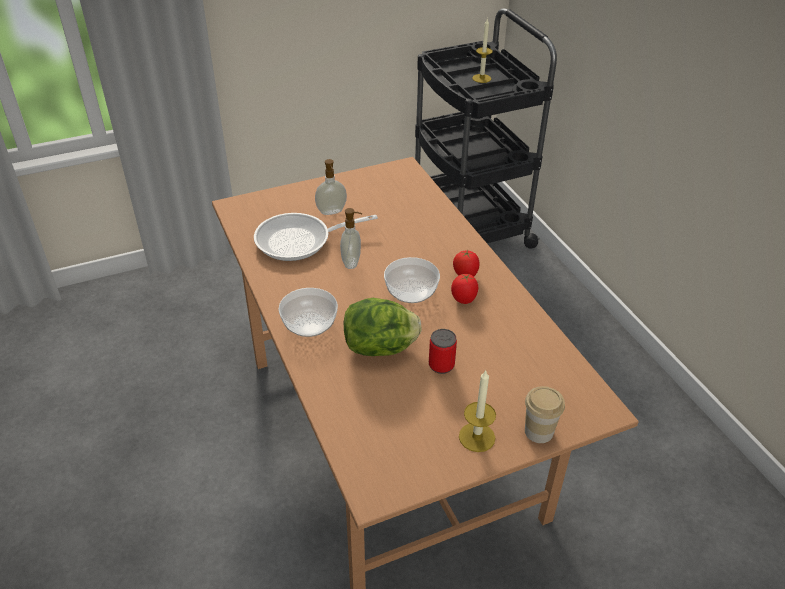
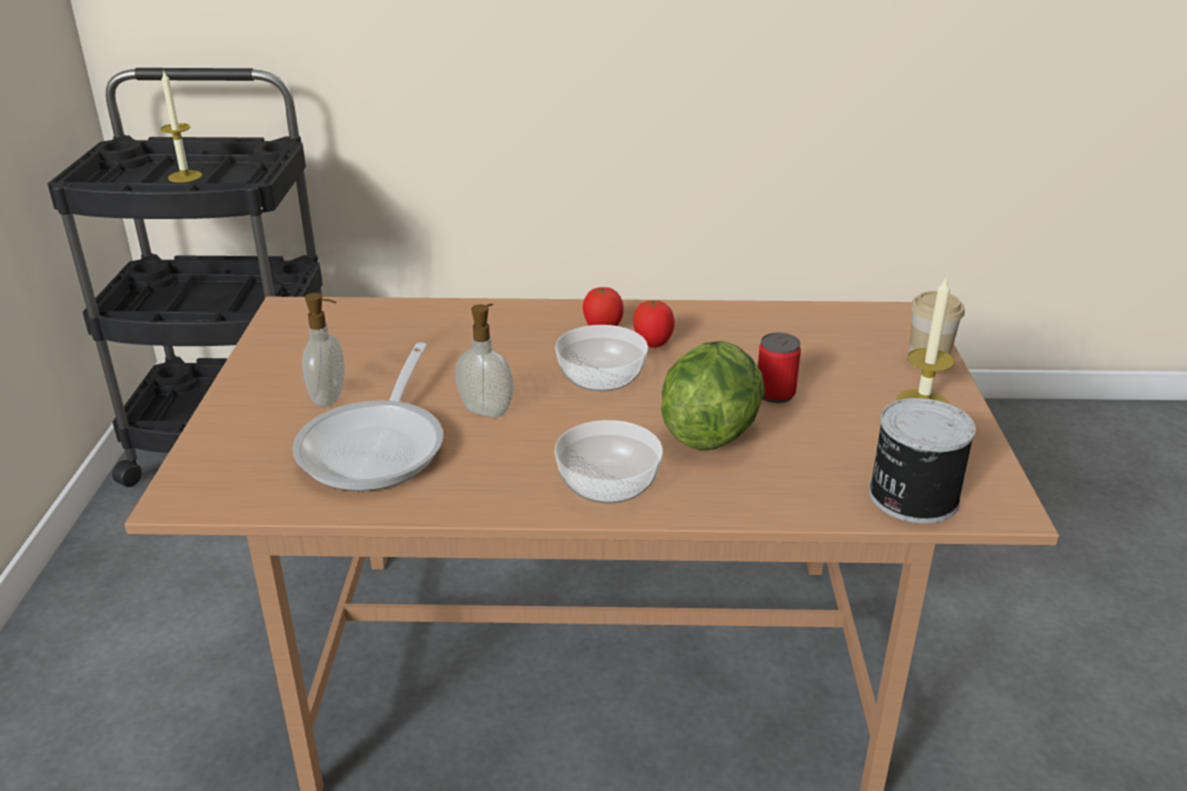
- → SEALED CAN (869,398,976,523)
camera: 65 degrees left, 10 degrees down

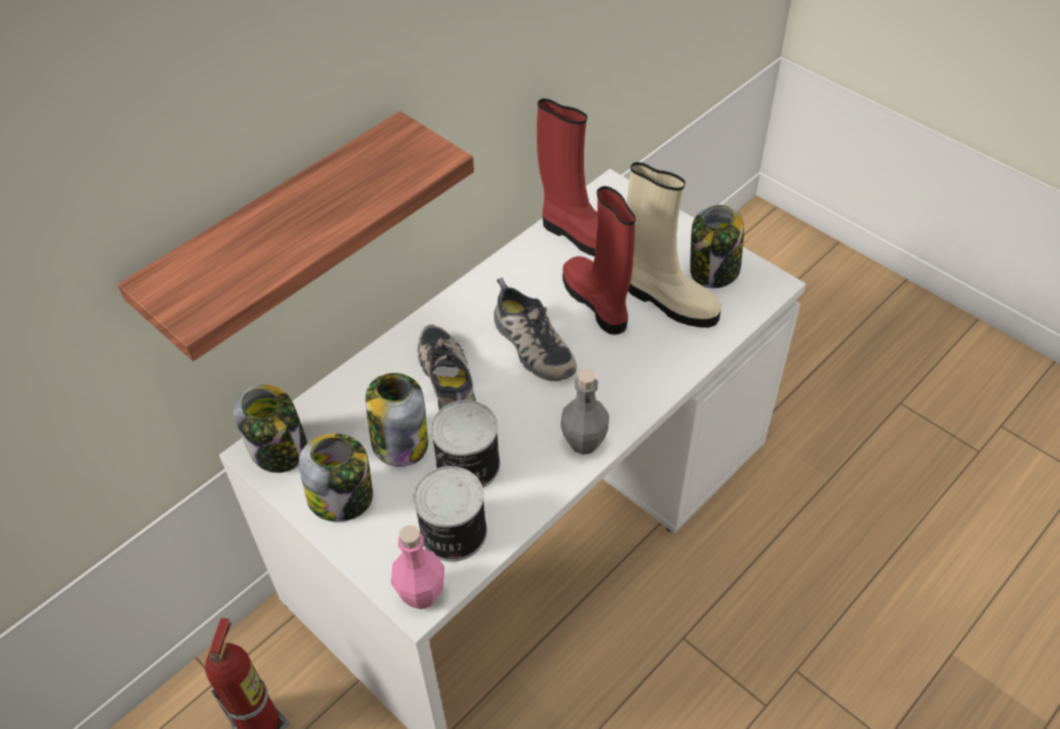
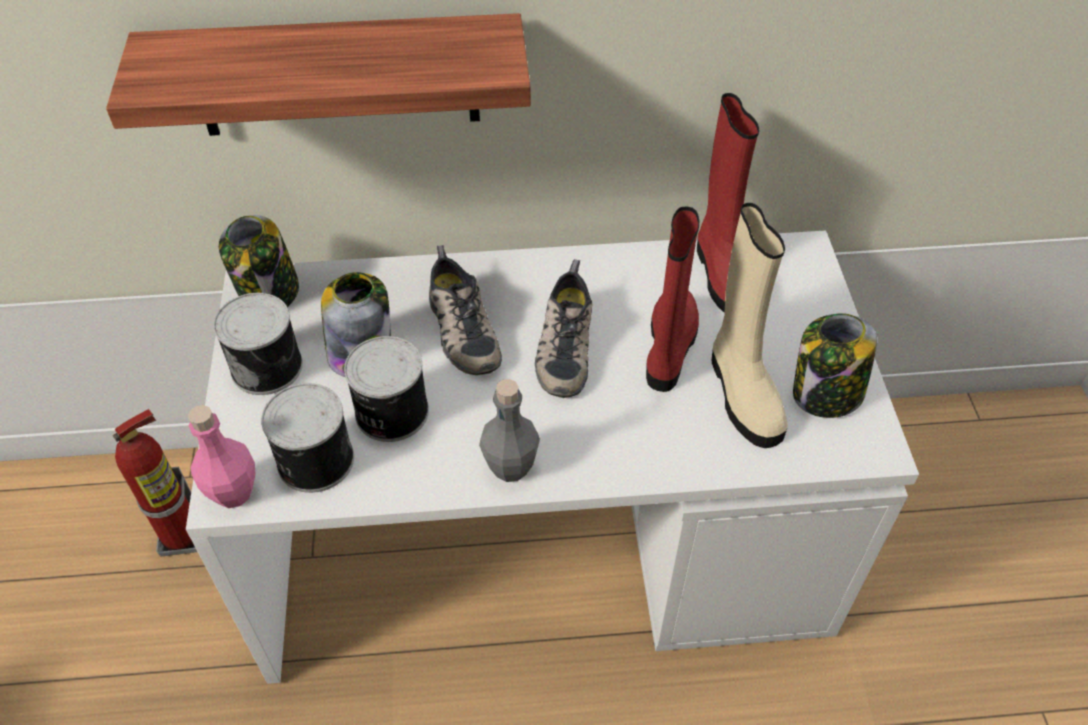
STORAGE JAR (299,434,373,522) → SEALED CAN (213,293,303,395)
ITEM OF FOOTWEAR (418,325,476,410) → ITEM OF FOOTWEAR (429,245,502,375), 135 degrees clockwise
camera: 40 degrees right, 0 degrees up

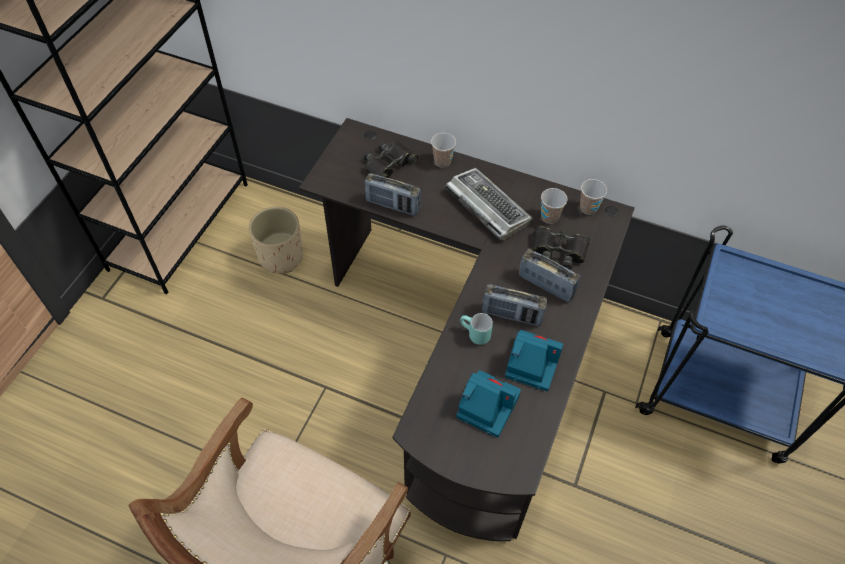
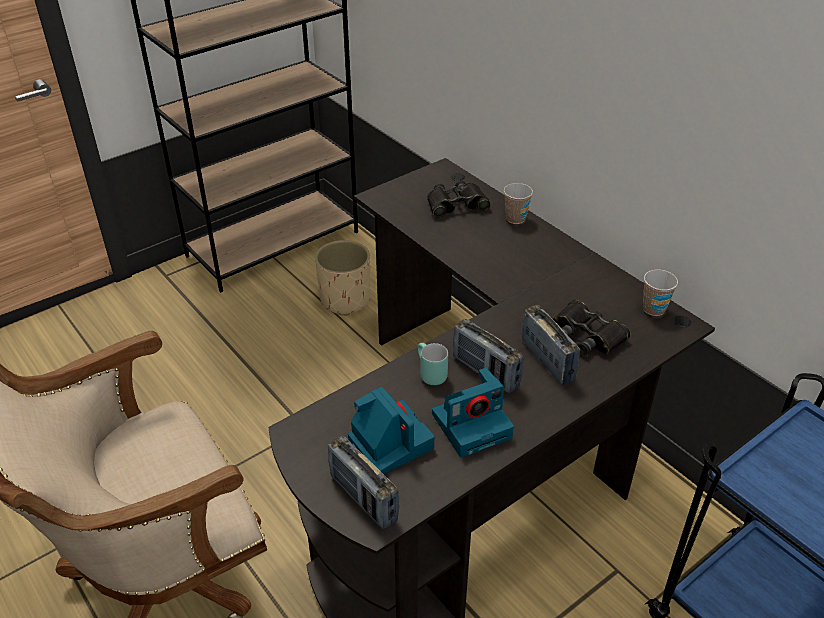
RADIO RECEIVER (365,173,421,216) → RADIO RECEIVER (328,436,399,529), shifted
PC KEYBOARD (445,168,533,241) → -
PHOTO CAMERA (505,330,563,391) → PHOTO CAMERA (432,368,514,457), 105 degrees clockwise
SMALL CUP (541,188,568,224) → -
camera: 30 degrees right, 15 degrees down

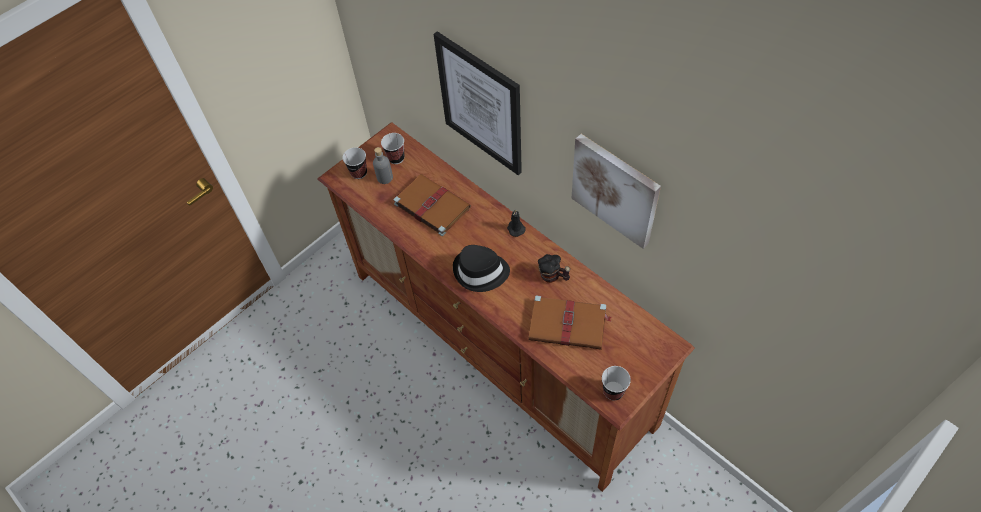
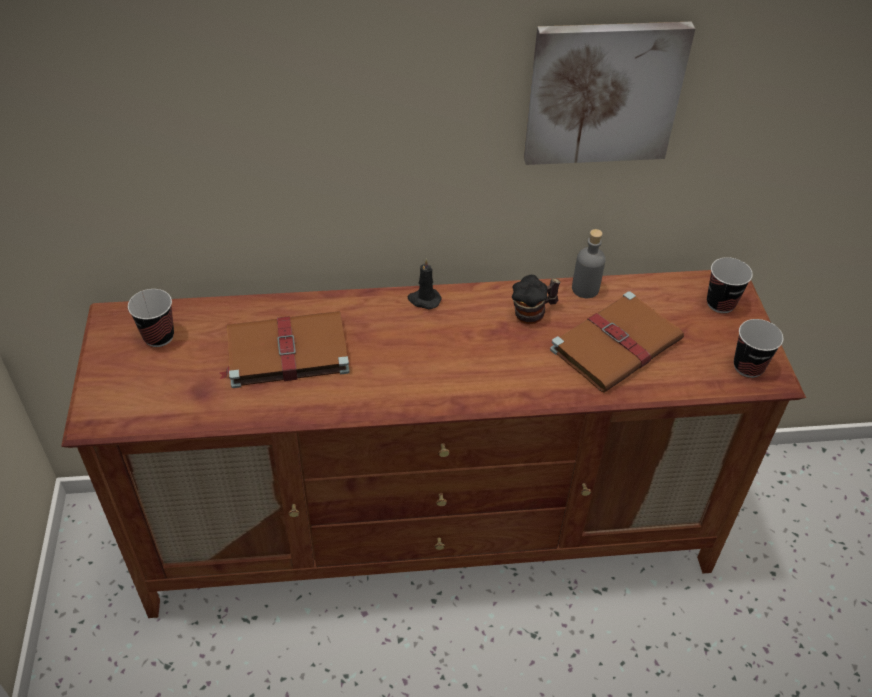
SMALL CUP (342,147,367,179) → SMALL CUP (707,257,753,313), shifted
GREYISH BOTTLE (373,147,393,184) → GREYISH BOTTLE (572,229,606,298), shifted
WALL ART (434,31,522,175) → -
BLACKISH CLOTHING HAT (453,245,510,292) → -
camera: 55 degrees left, 10 degrees down

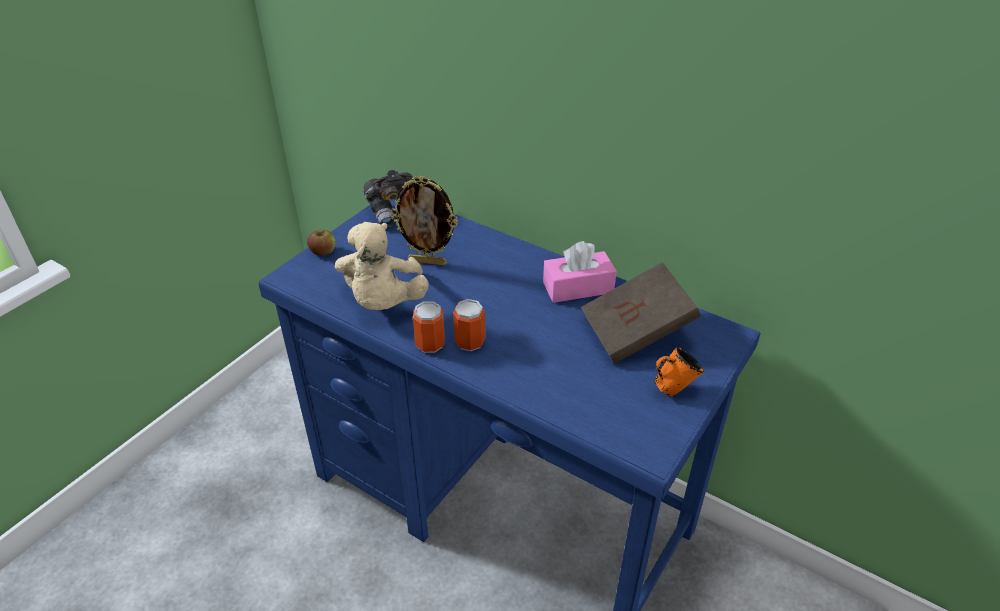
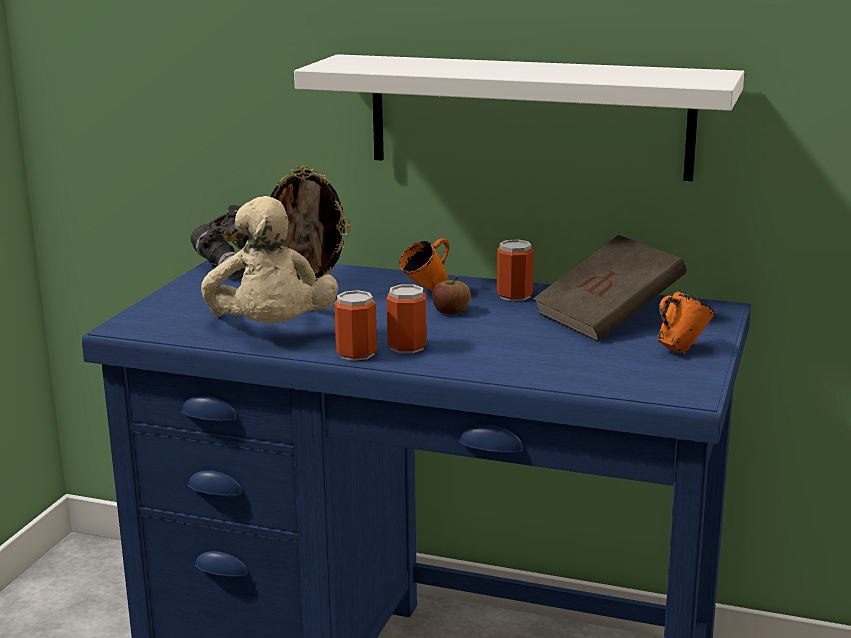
APPLE (307,230,336,256) → APPLE (432,277,471,315), shifted
PINK BOX OF TISSUES (543,241,617,303) → SEALED CAN (497,239,534,301)
- → WHITISH WALL SHELF (294,54,744,181)
- → ORANGE-COLOURED MUG (399,238,450,292)
camera: 15 degrees left, 20 degrees down

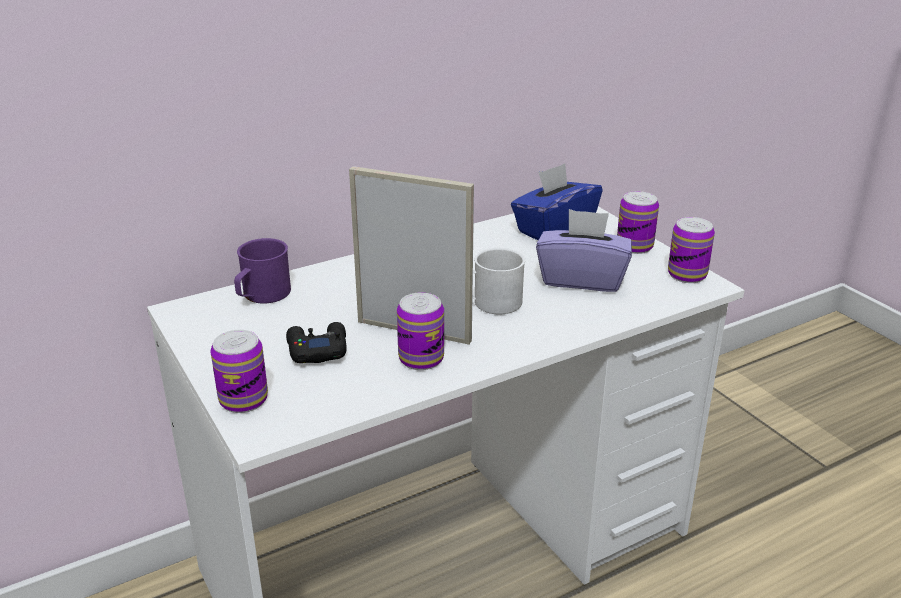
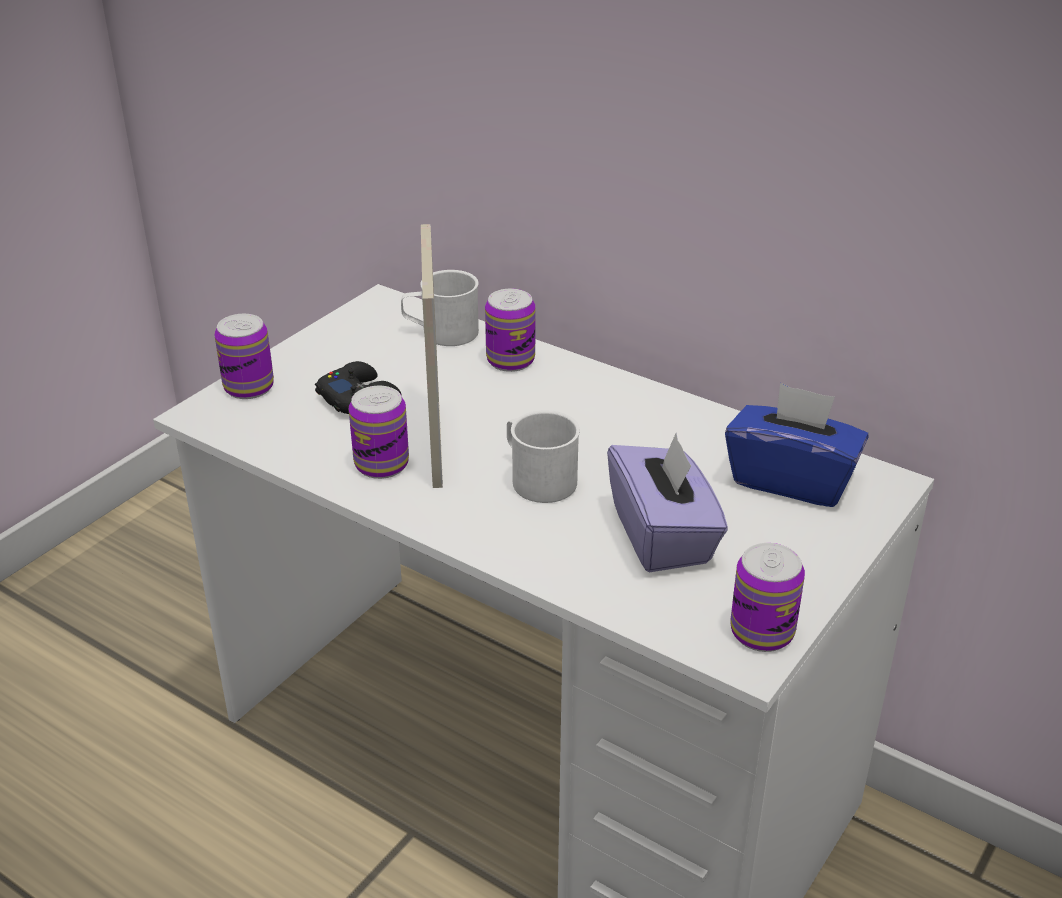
PURPLISH MUG (234,238,291,303) → WHITISH MUG (401,270,479,346)
SEALED CAN (617,191,659,254) → SEALED CAN (485,289,535,372), shifted
camera: 65 degrees right, 5 degrees up

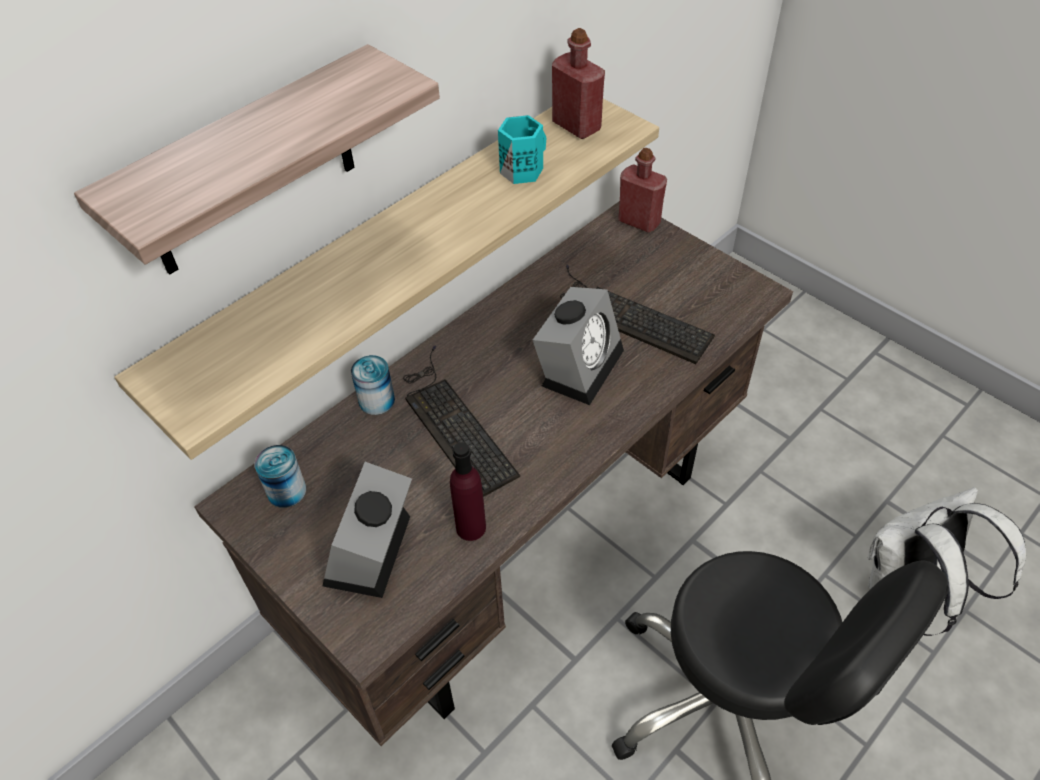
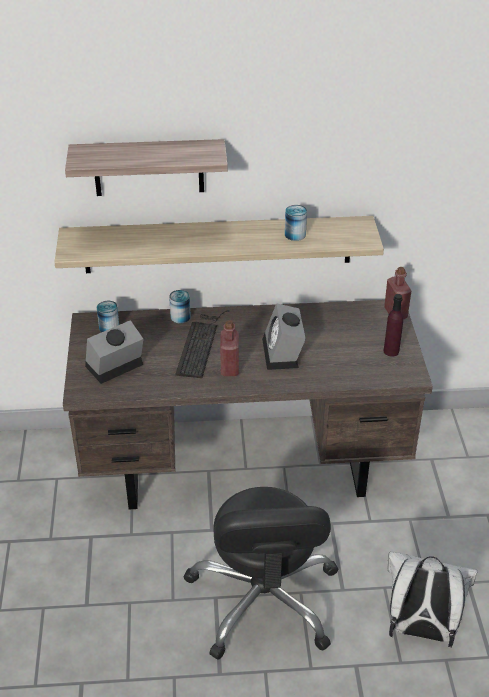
PURPLISH BOTTLE (450,442,486,541) → PURPLISH BOTTLE (384,294,403,357), shifted
TURQUOISE-COLOURED MUG (498,115,547,184) → SEALED CAN (285,205,307,241)
TABLE CLOCK (533,287,624,405) → TABLE CLOCK (262,303,306,370), 105 degrees clockwise
REDDISH BOTTLE (552,28,605,139) → REDDISH BOTTLE (220,321,239,376), shifted
PC KEYBOARD (560,265,715,364) → -
camera: 40 degrees right, 10 degrees down

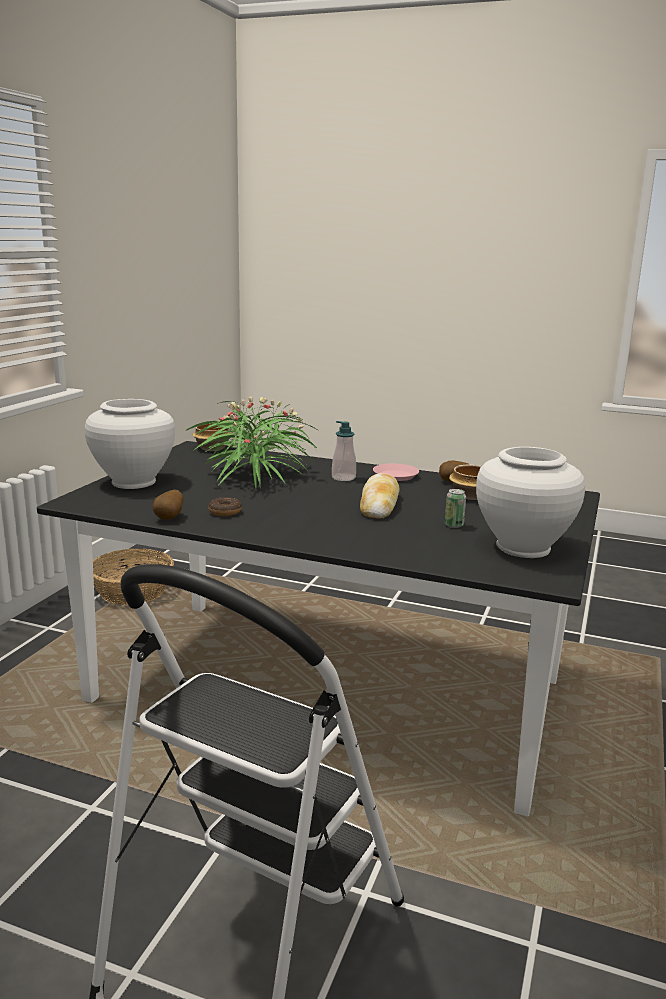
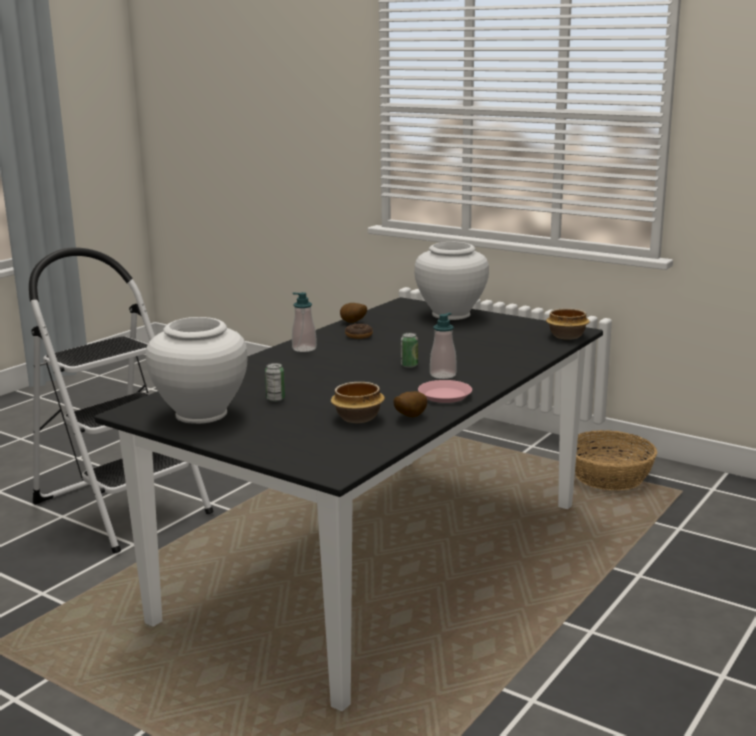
POTTED PLANT (185,396,318,489) → -
BREAD (360,473,399,519) → -
- → LIQUID SOAP BOTTLE (292,292,317,352)
- → SEALED CAN (401,333,418,368)
camera: 105 degrees right, 0 degrees up

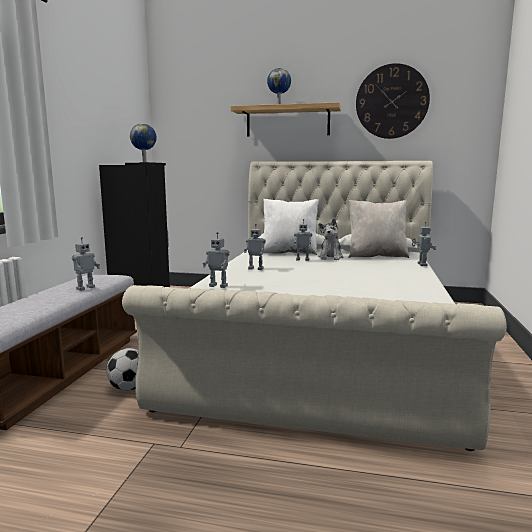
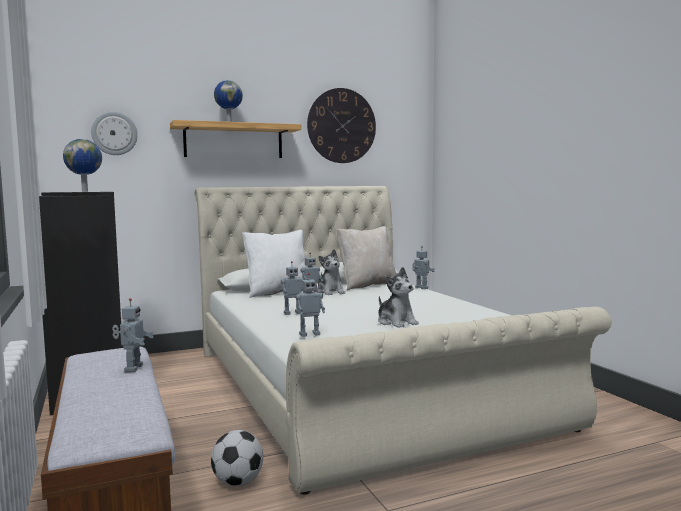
- → HANGING CLOCK (91,111,138,155)
- → CUDDLY TOY (378,267,419,328)
camera: 35 degrees left, 5 degrees down

